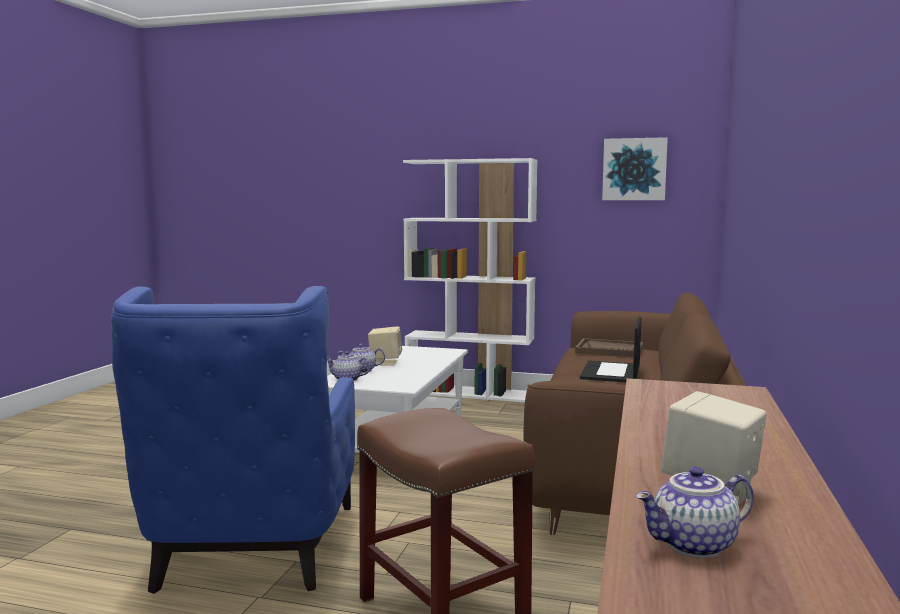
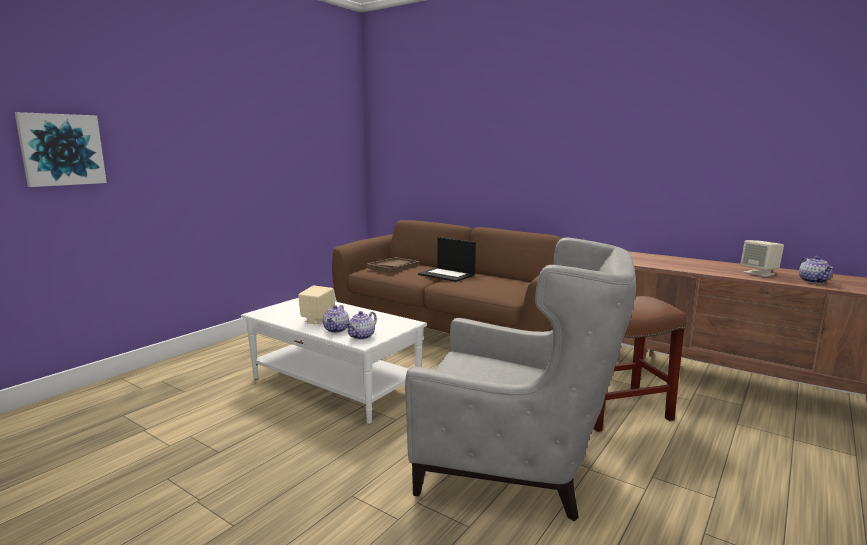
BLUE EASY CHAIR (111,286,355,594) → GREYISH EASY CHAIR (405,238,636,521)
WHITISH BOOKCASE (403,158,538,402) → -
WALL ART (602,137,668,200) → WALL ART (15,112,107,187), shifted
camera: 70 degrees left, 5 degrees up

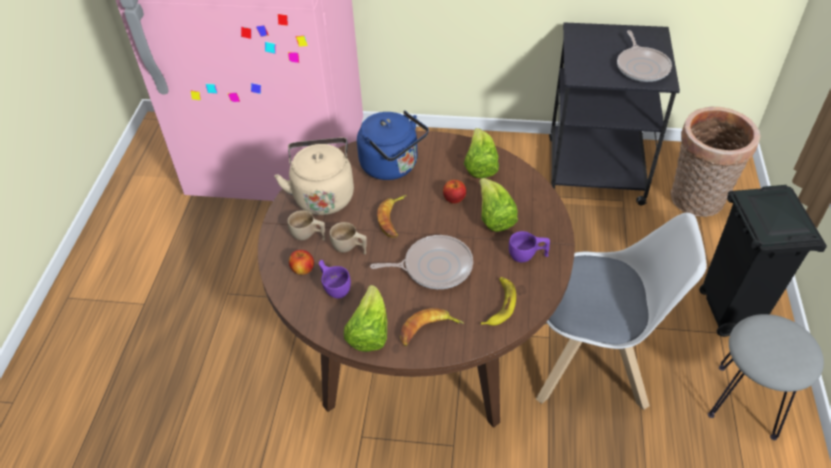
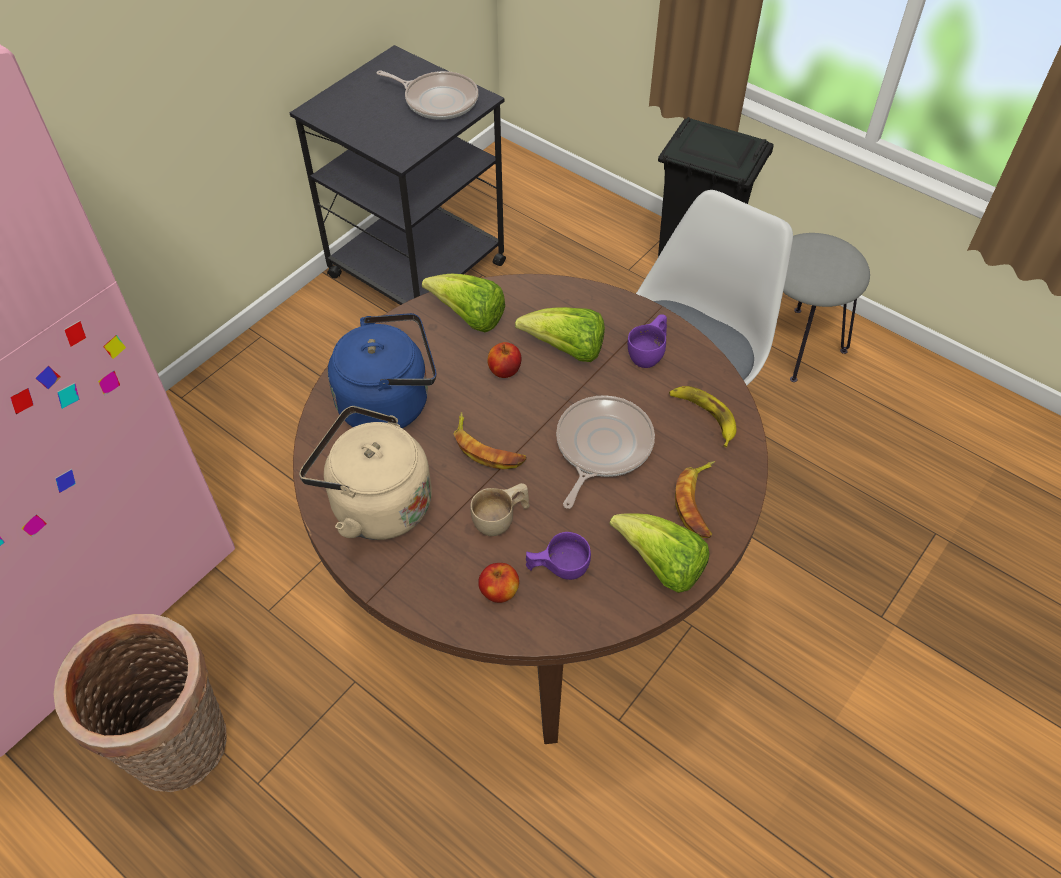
BEIGE-COLOURED SMALL CUP (288,210,325,240) → -
HOUSEHOLD BASKET (671,107,760,217) → HOUSEHOLD BASKET (54,614,227,792), shifted
camera: 60 degrees left, 5 degrees up

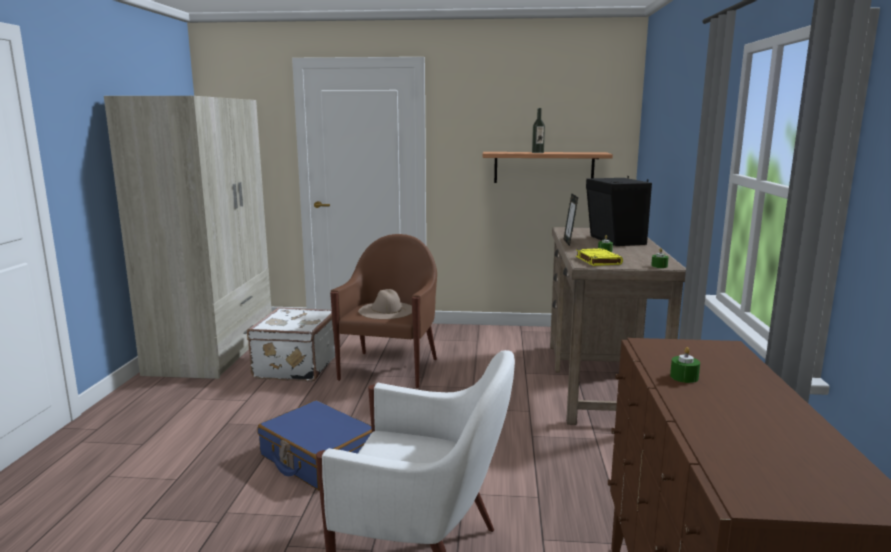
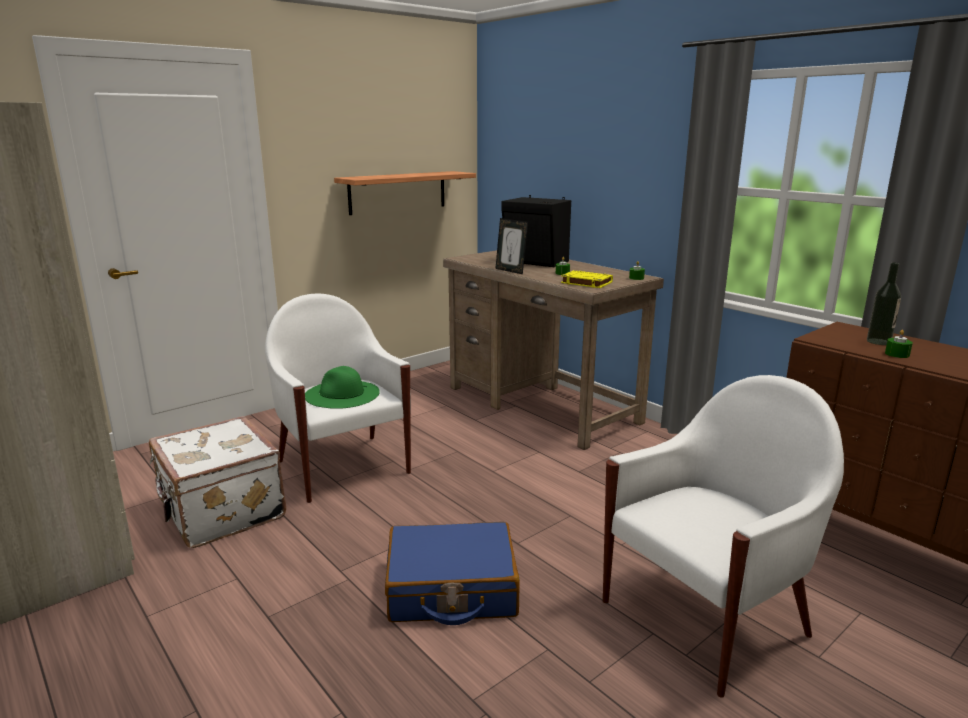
BROWN-COLOURED EASY CHAIR (330,234,437,388) → WHITISH EASY CHAIR (265,293,411,503)
BEIGE-COLOURED CLOTHING HAT (358,289,412,319) → GREEN-COLOURED CLOTHING HAT (305,366,380,409)
BOTTLE (532,108,545,153) → BOTTLE (867,262,901,345), shifted
camera: 45 degrees left, 5 degrees up

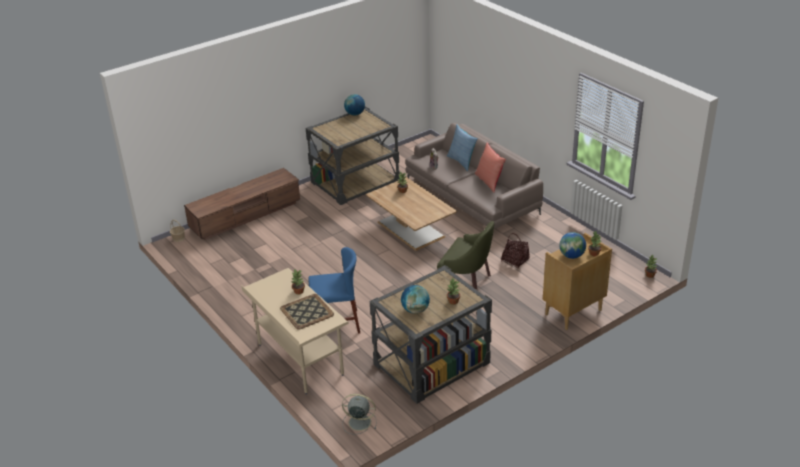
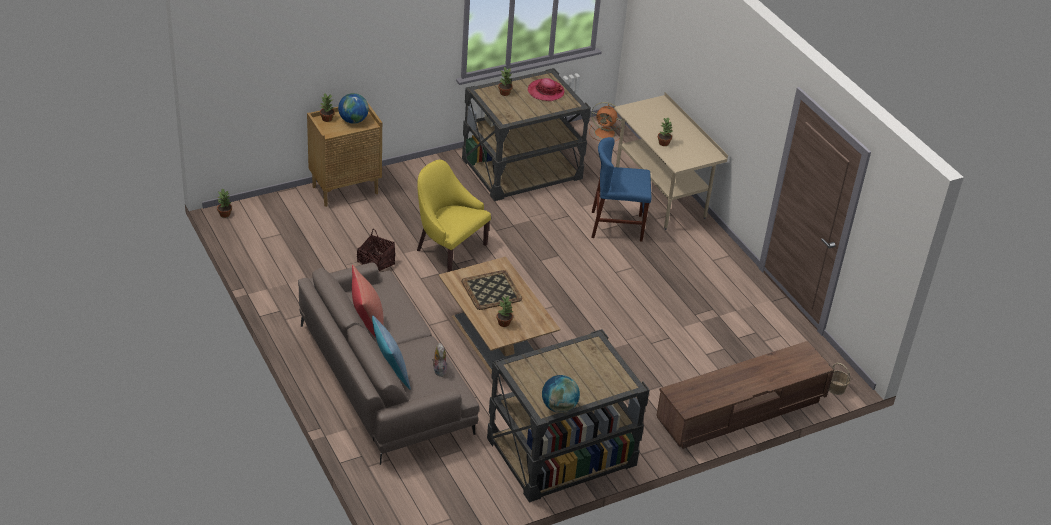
SERVING TRAY (280,294,334,330) → SERVING TRAY (461,270,522,310), shifted
GREYISH FAN (342,394,377,435) → ORANGE-COLOURED FAN (589,102,622,141)
GLOBE (401,285,430,314) → CLOTHING HAT (528,78,564,101)
GREEN-COLOURED EASY CHAIR (437,221,494,290) → YELLOWISH EASY CHAIR (417,160,491,272)
camera: 175 degrees left, 5 degrees up

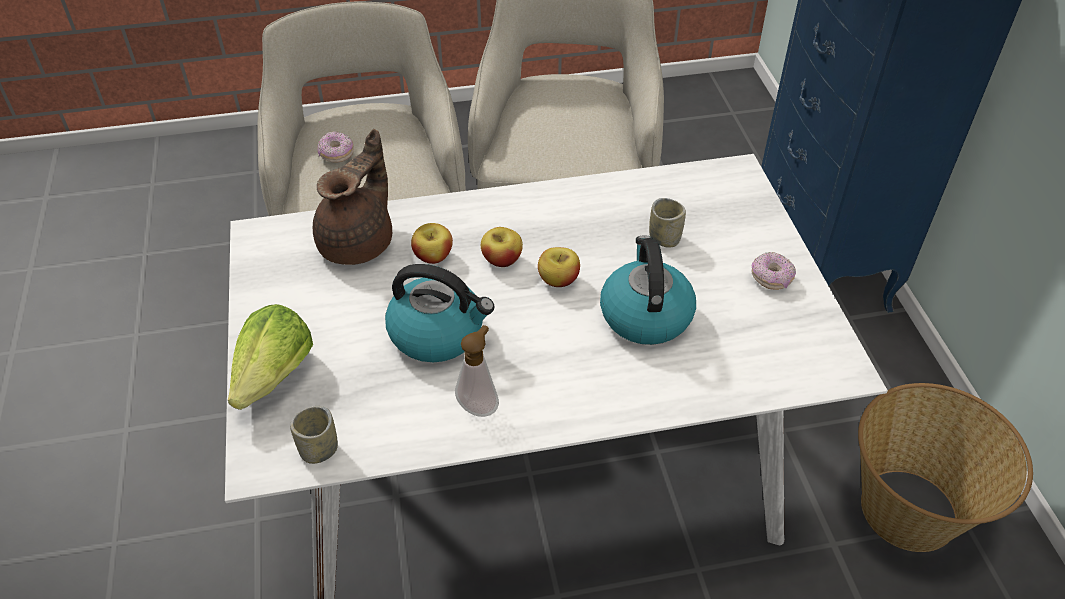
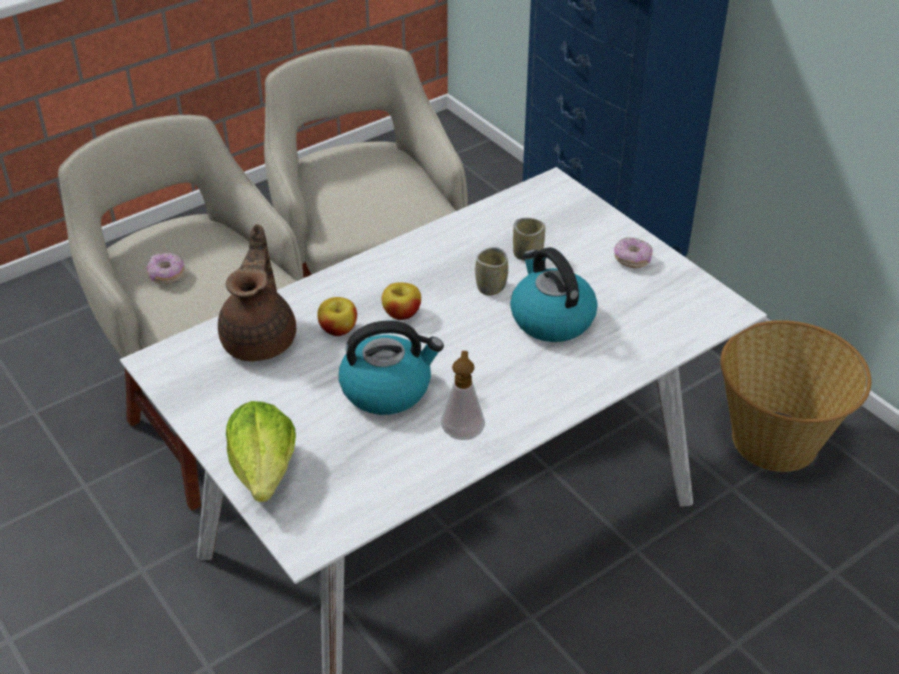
SMALL CUP (290,406,338,464) → SMALL CUP (475,247,508,296), shifted
APPLE (538,247,580,287) → -
camera: 25 degrees left, 5 degrees down

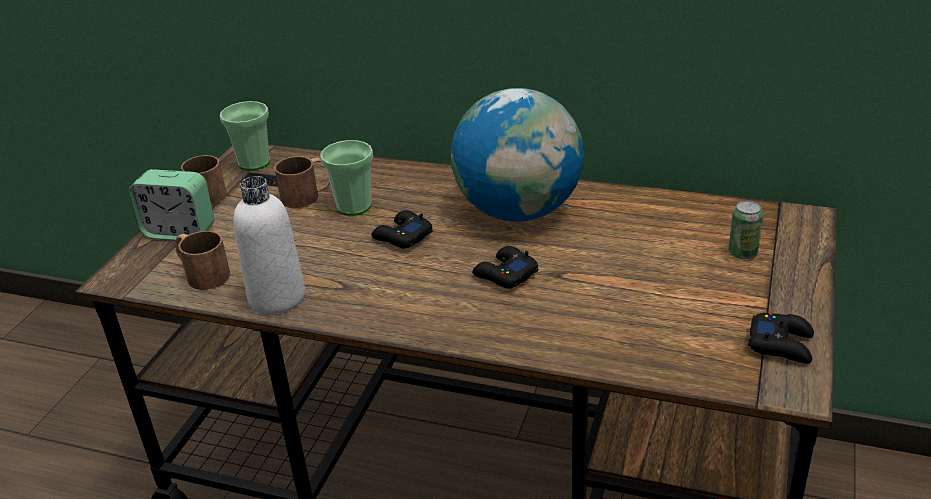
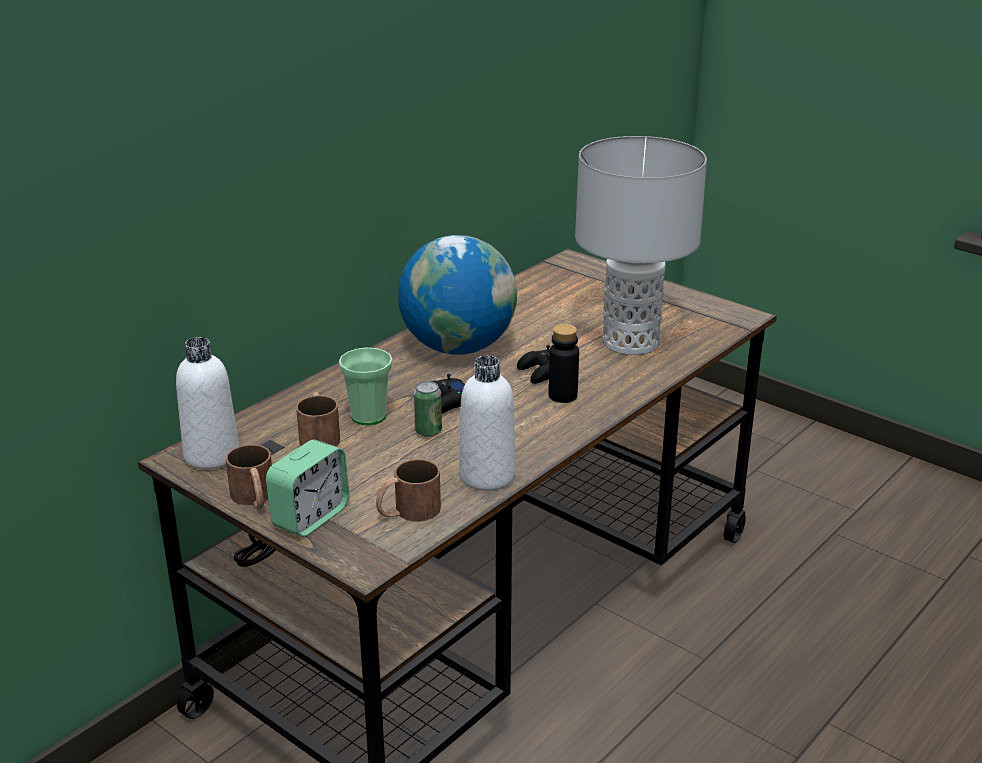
SMALL CUP (220,101,270,171) → WHITISH BOTTLE (176,337,239,470)
SEALED CAN (728,200,763,259) → SEALED CAN (414,381,442,437), shifted
BLACKISH GAMEPAD (748,313,814,364) → -
- → BLACKISH BOTTLE (548,324,579,403)
- → WHITISH TABLE LAMP (575,136,707,355)
camera: 70 degrees left, 5 degrees down

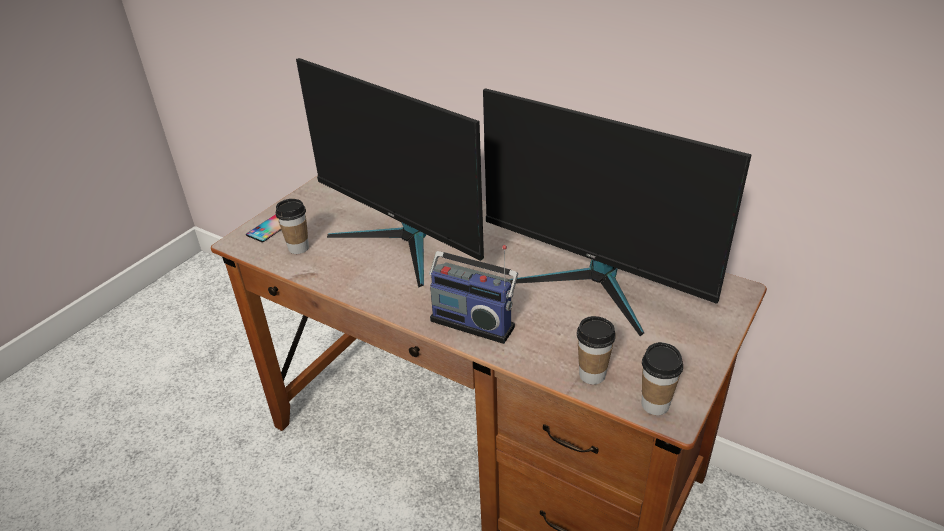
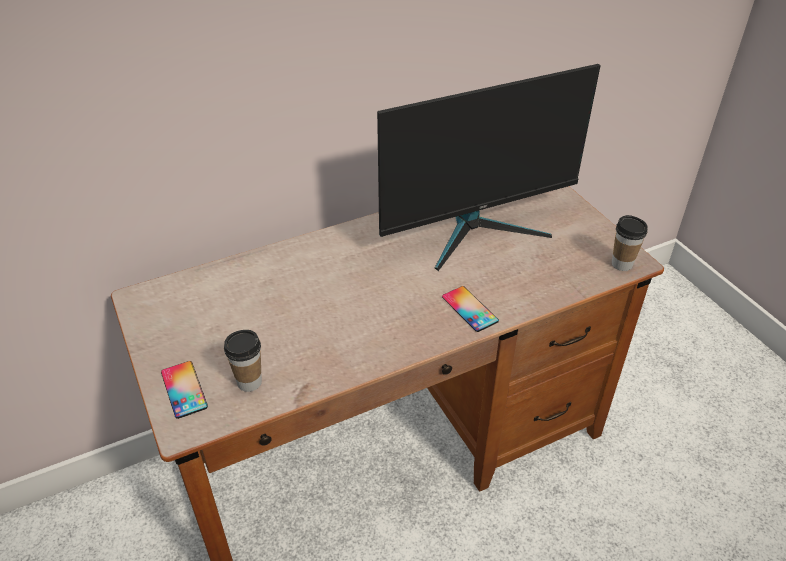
COMPUTER SCREEN (296,58,484,288) → -
RADIO RECEIVER (429,245,518,344) → PHONE (442,286,499,332)
SMALL CUP (577,316,616,385) → -
camera: 60 degrees left, 5 degrees up

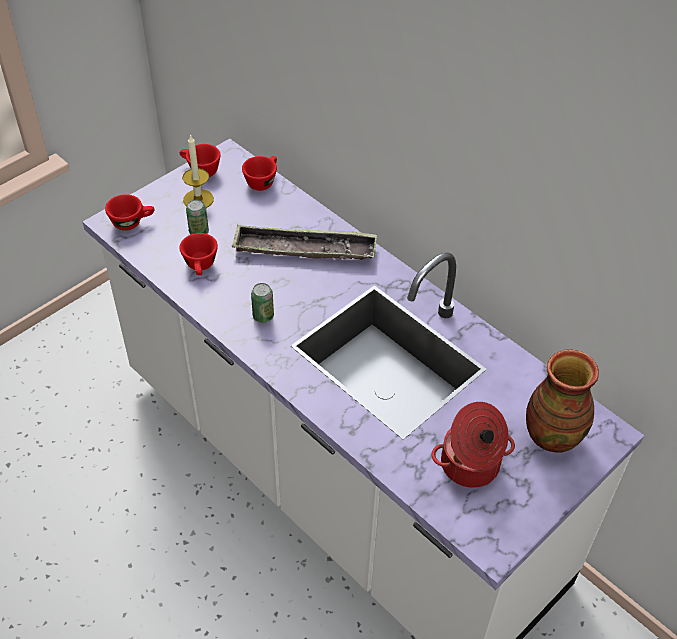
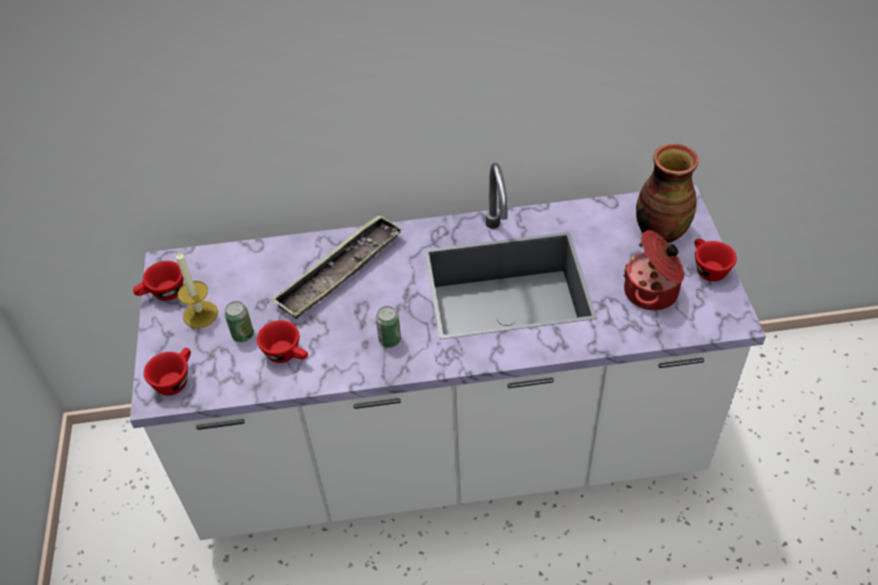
REDDISH SMALL CUP (242,156,277,191) → REDDISH SMALL CUP (694,239,737,281), shifted
camera: 50 degrees left, 0 degrees up

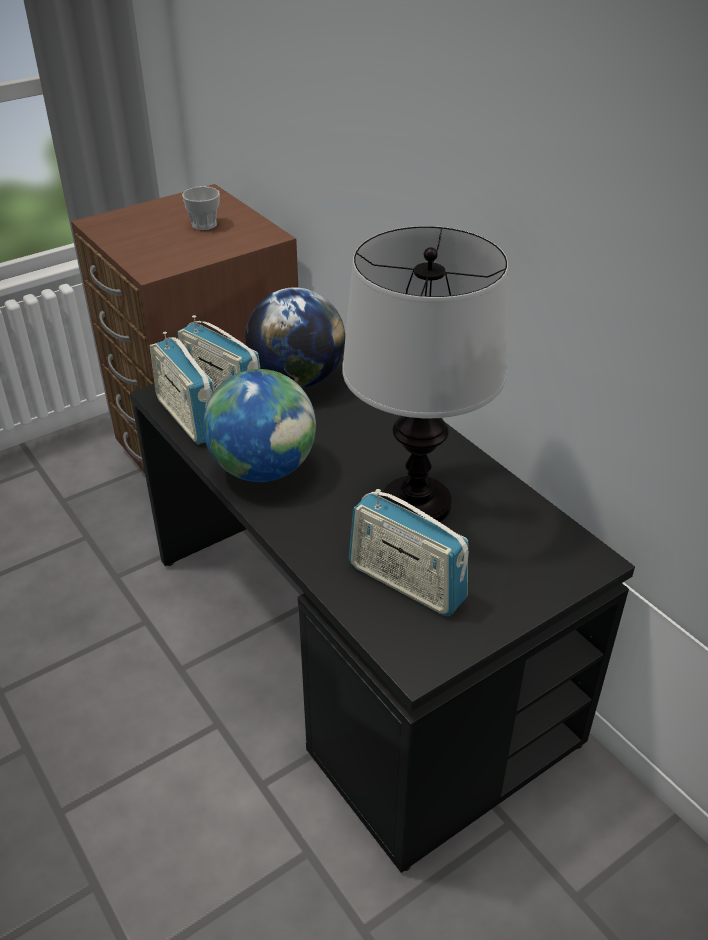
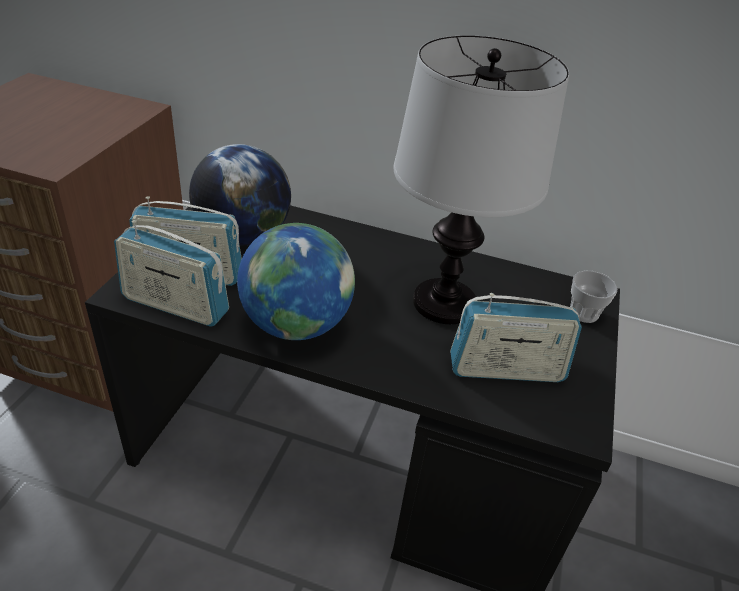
SMALL CUP (182,186,220,230) → SMALL CUP (570,271,617,323), shifted
camera: 40 degrees left, 0 degrees up

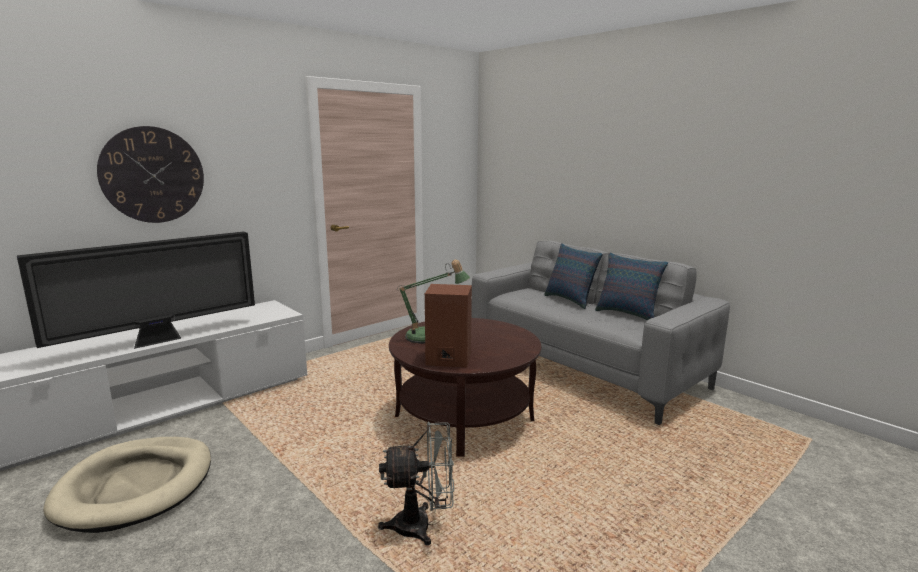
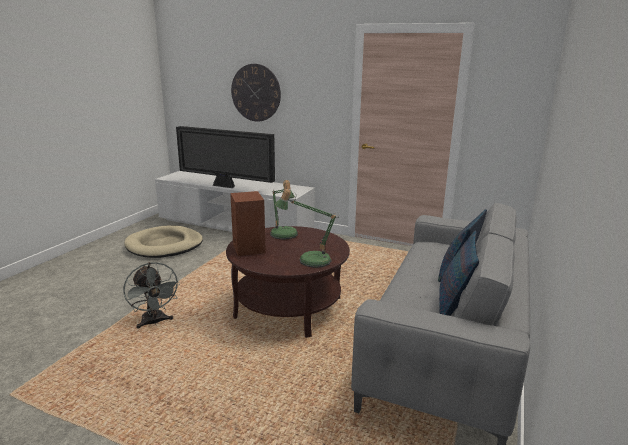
- → TABLE LAMP (275,189,338,268)
camera: 65 degrees right, 5 degrees up

